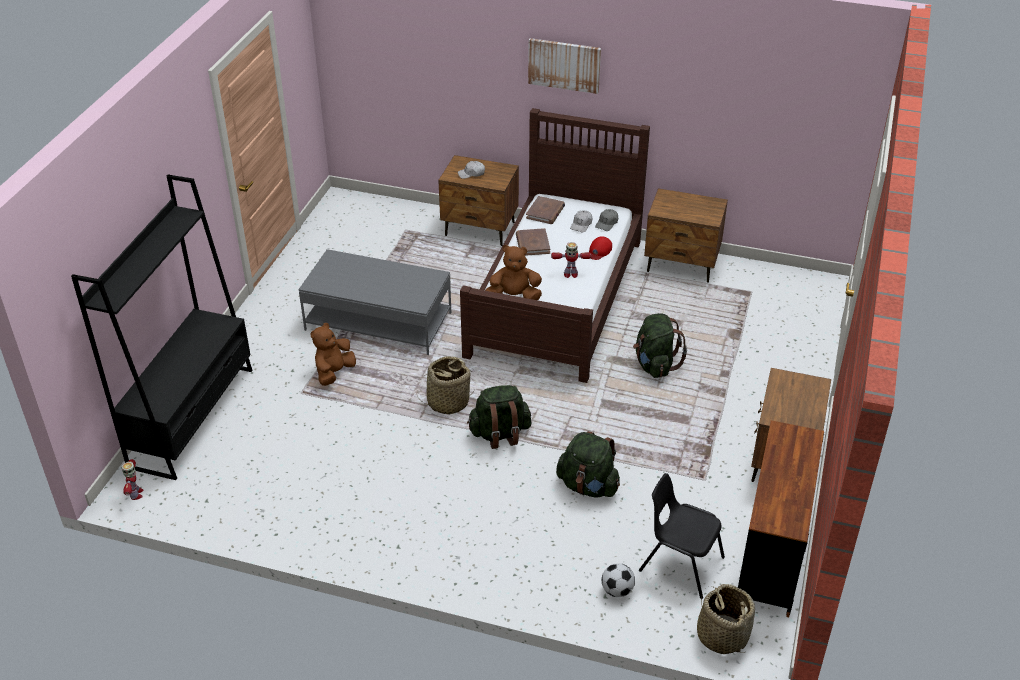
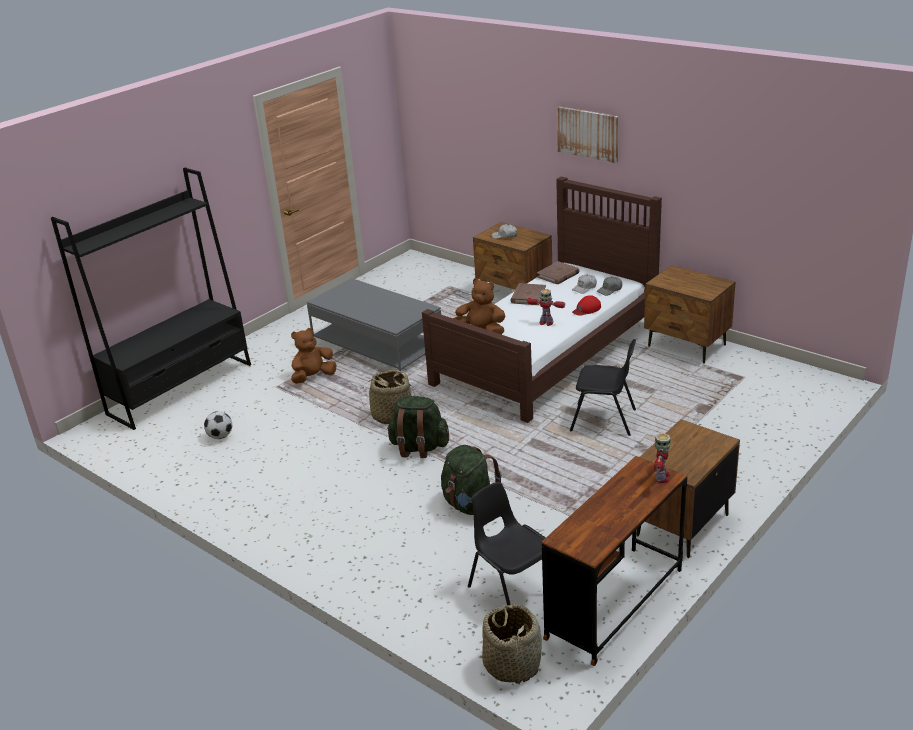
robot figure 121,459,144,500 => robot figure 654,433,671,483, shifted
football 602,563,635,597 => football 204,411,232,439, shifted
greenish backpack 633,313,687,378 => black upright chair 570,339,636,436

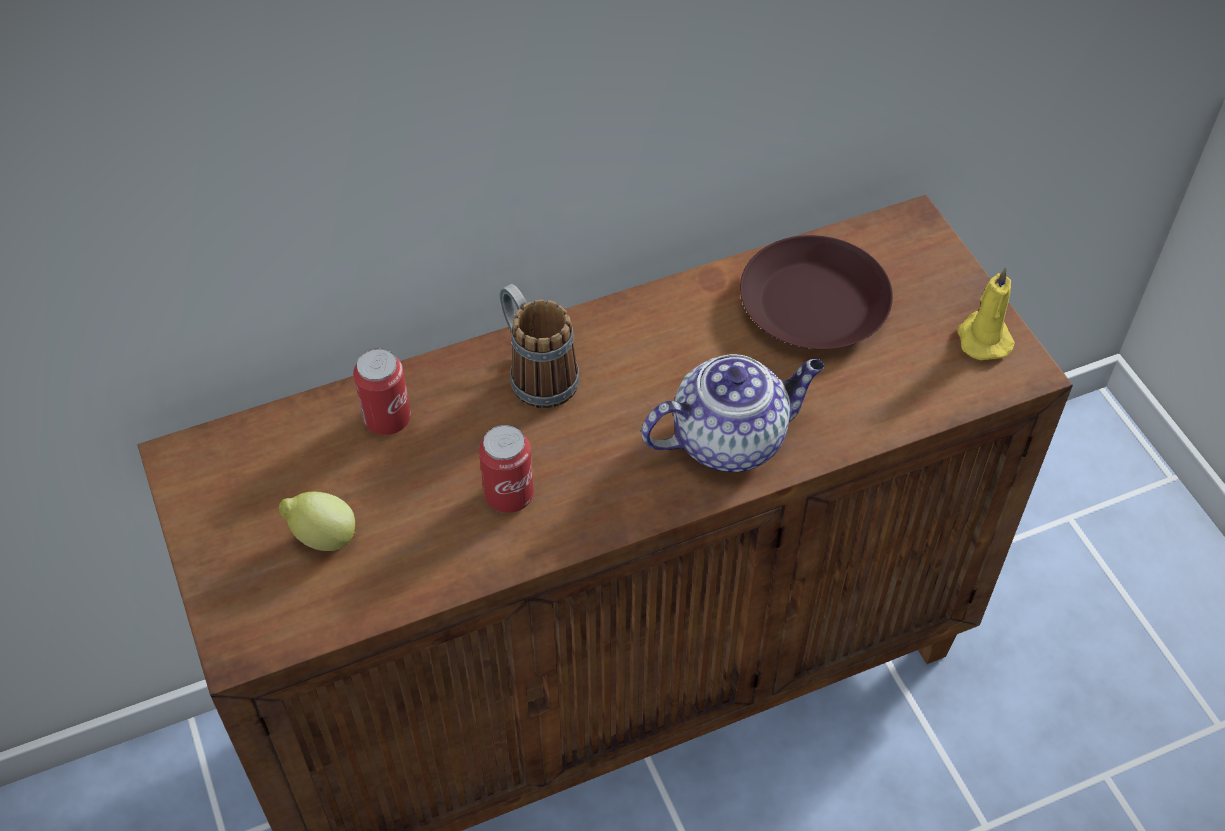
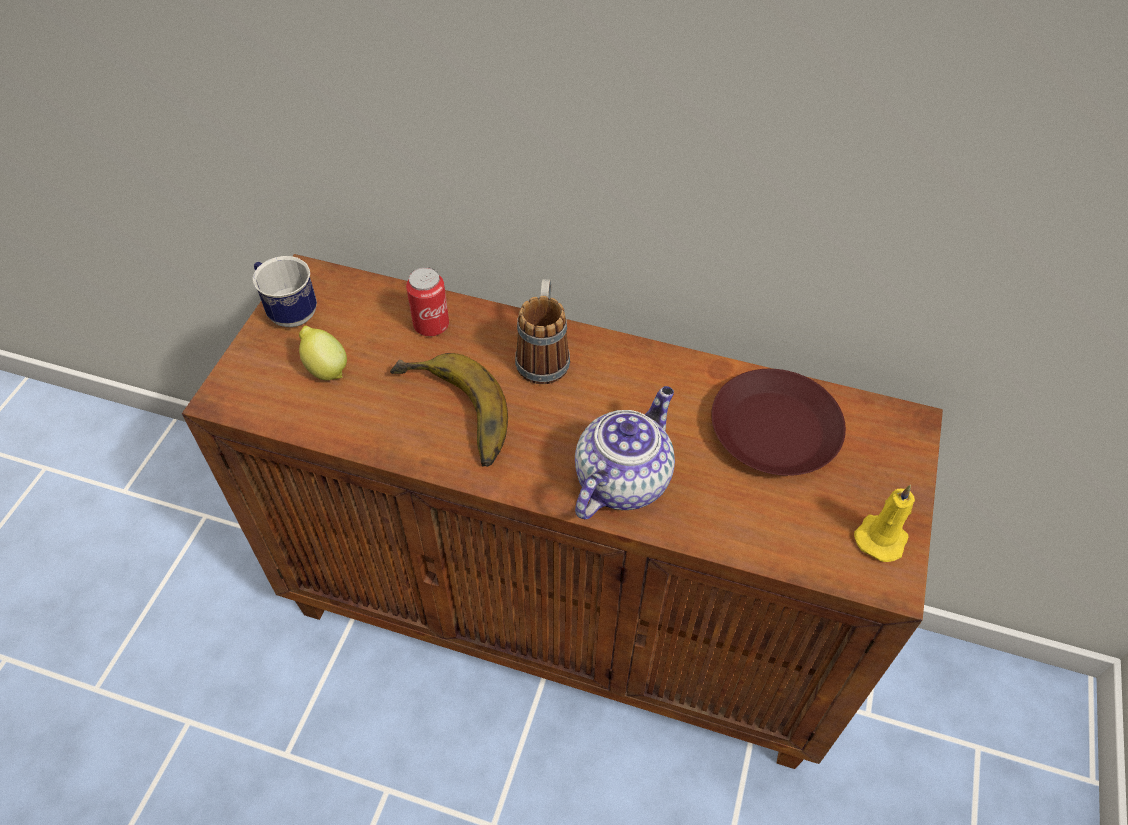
nothing => mug 252,256,317,327
metal can 479,425,534,513 => banana fruit 390,353,508,467
pot for tea 641,354,824,472 => pot for tea 575,386,675,519, 75 degrees counterclockwise

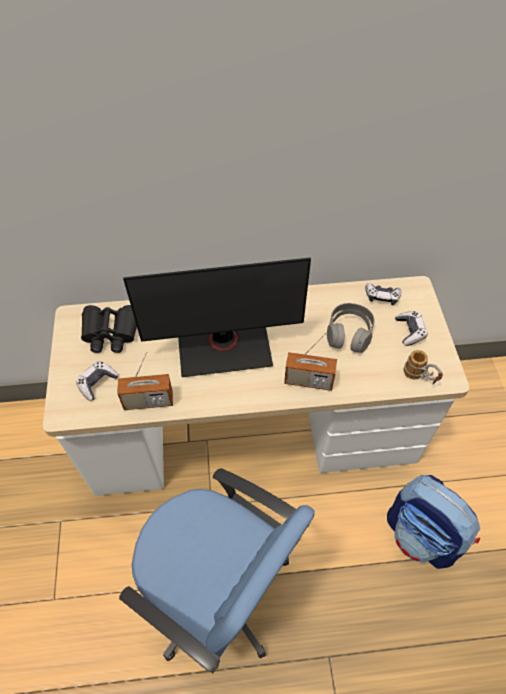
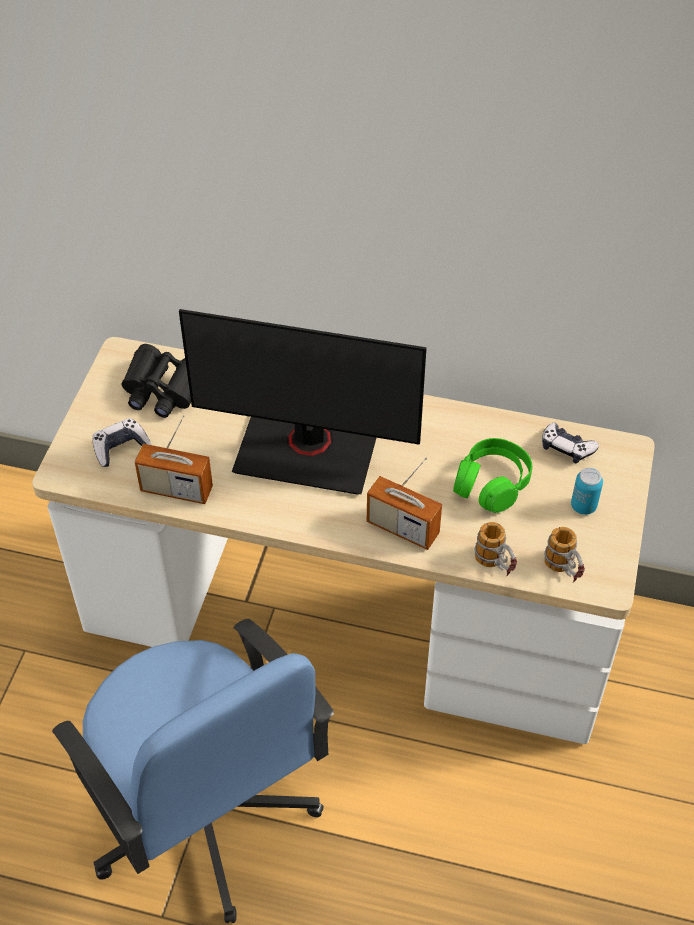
backpack 387,475,480,569 => nothing
nothing => mug 474,522,517,576
joypad 395,311,427,346 => metal can 571,468,603,515
grey headphones 327,303,375,353 => greenish headphones 453,438,532,513

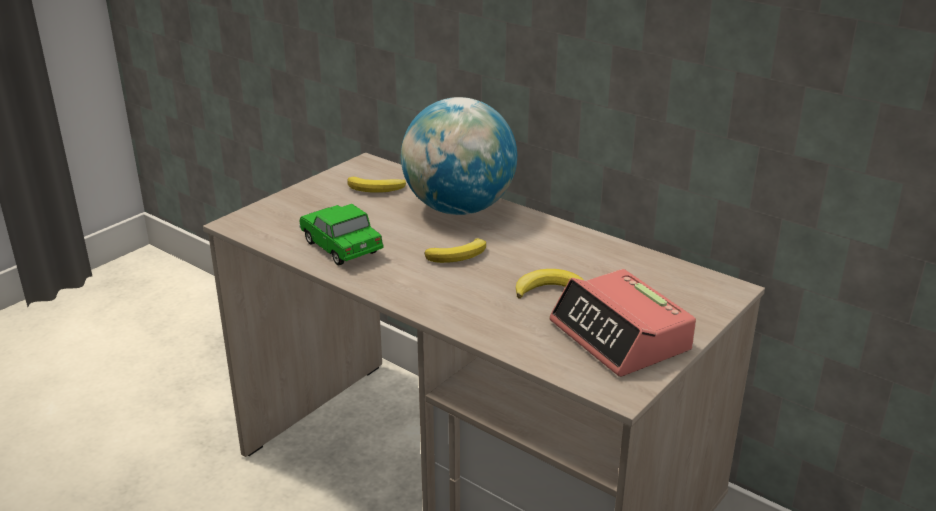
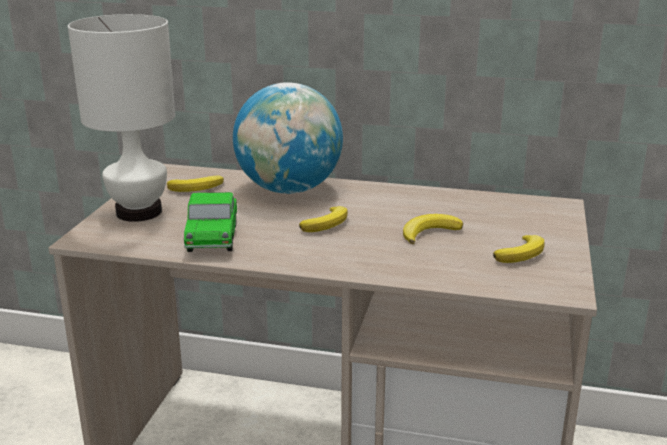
nothing => white-coloured tabletop lamp 68,14,175,222
bedside clock 549,269,696,377 => banana fruit 493,235,545,263
model car 299,204,384,265 => model car 184,192,237,252, 120 degrees counterclockwise

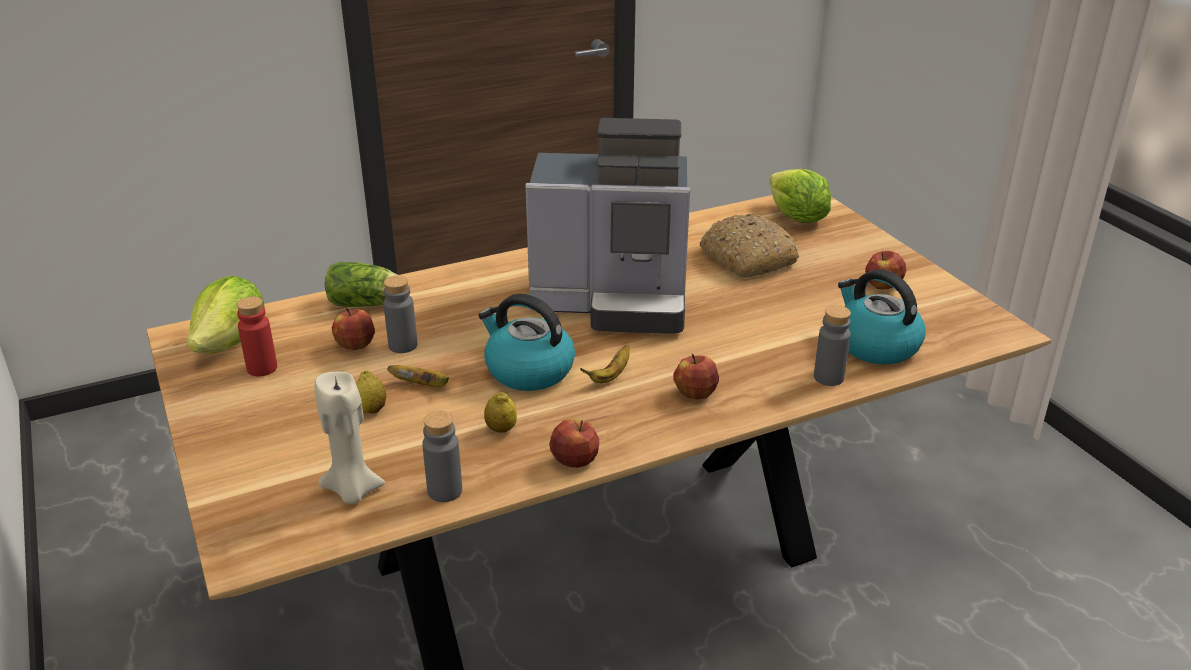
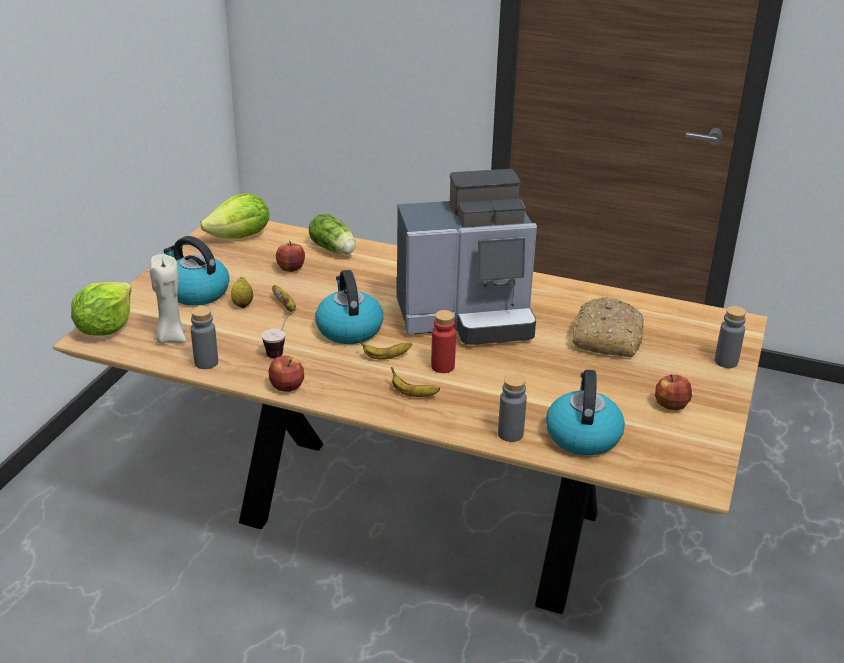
nothing => water kettle 163,236,230,306
red-coloured bottle 237,296,277,376 => red-coloured bottle 431,310,456,373, shifted
grey bottle 383,275,417,353 => grey bottle 715,306,746,368, shifted
head of lettuce 769,169,831,223 => head of lettuce 71,282,132,336, shifted
lemon 484,392,517,433 => drinking cup 261,309,296,358
apple fruit 673,354,719,400 => banana fruit 391,367,440,397
coffee maker 525,118,690,334 => coffee maker 397,169,537,345, 60 degrees counterclockwise

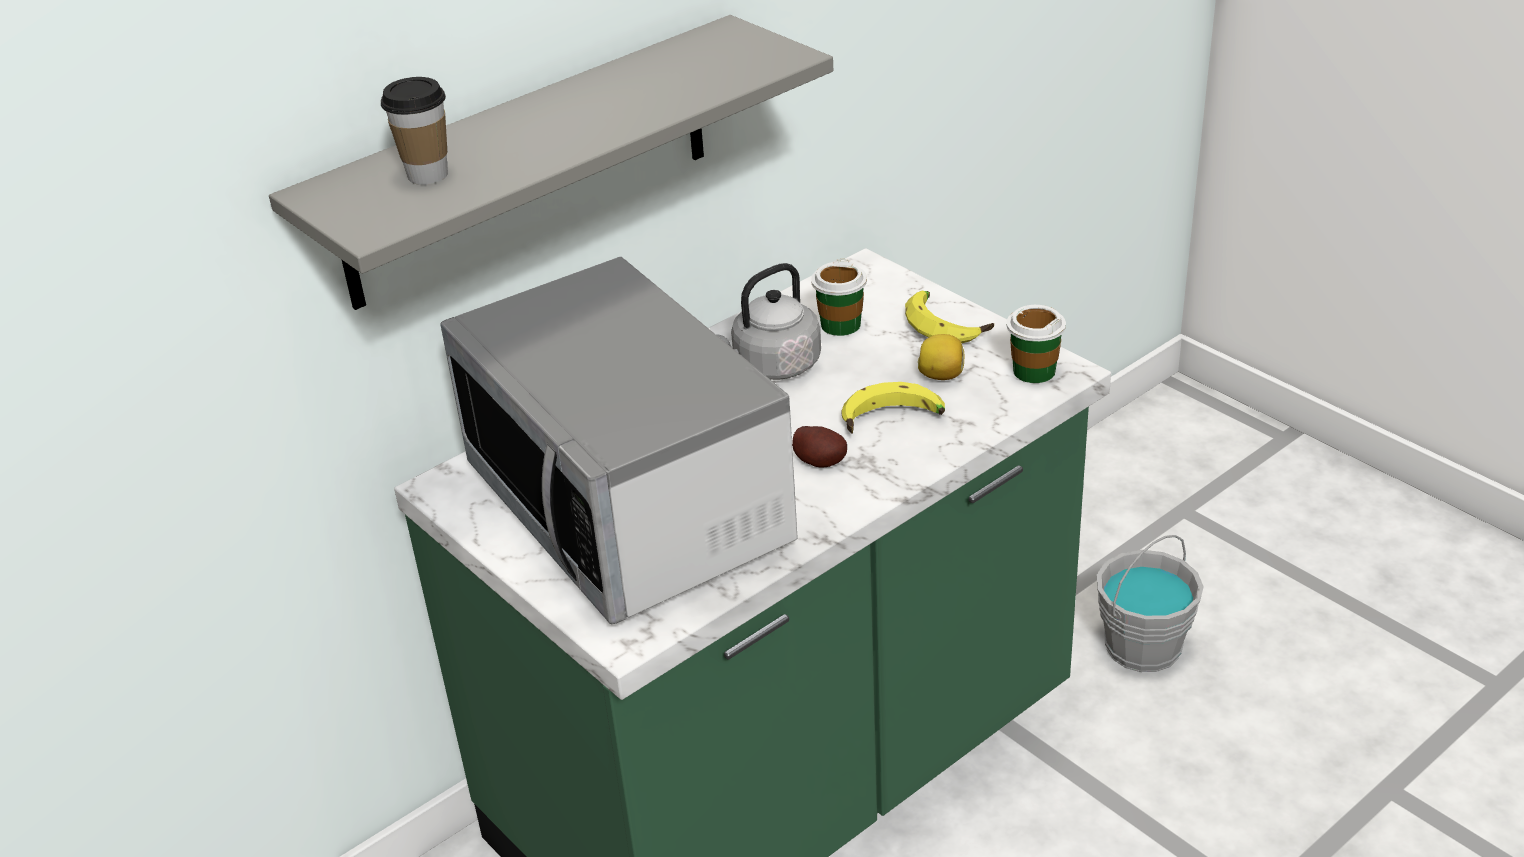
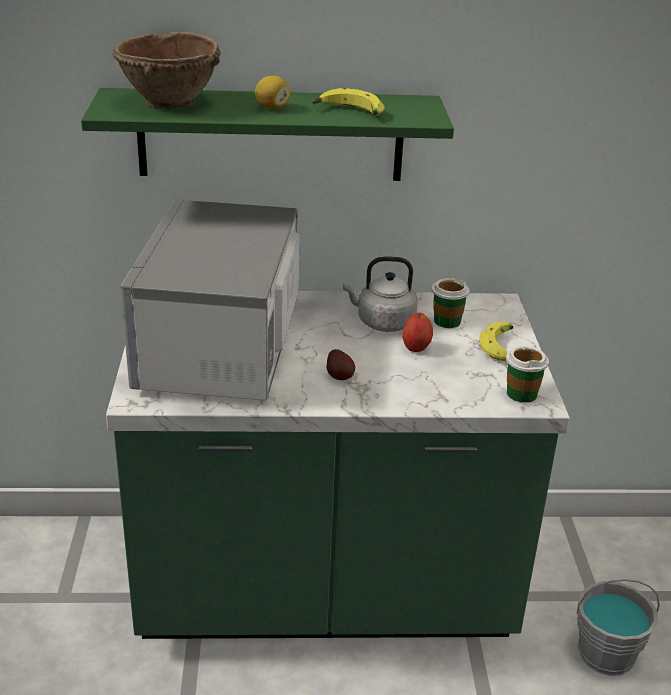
nothing => apple fruit 402,313,433,352
banana fruit 842,382,945,434 => banana fruit 312,88,385,116, shifted
lemon 918,334,964,380 => lemon 255,76,291,109, shifted
drinking cup 381,77,448,185 => brownish deep dish 112,32,221,109
grey shelf 269,15,833,310 => greenish shelf 81,88,454,181

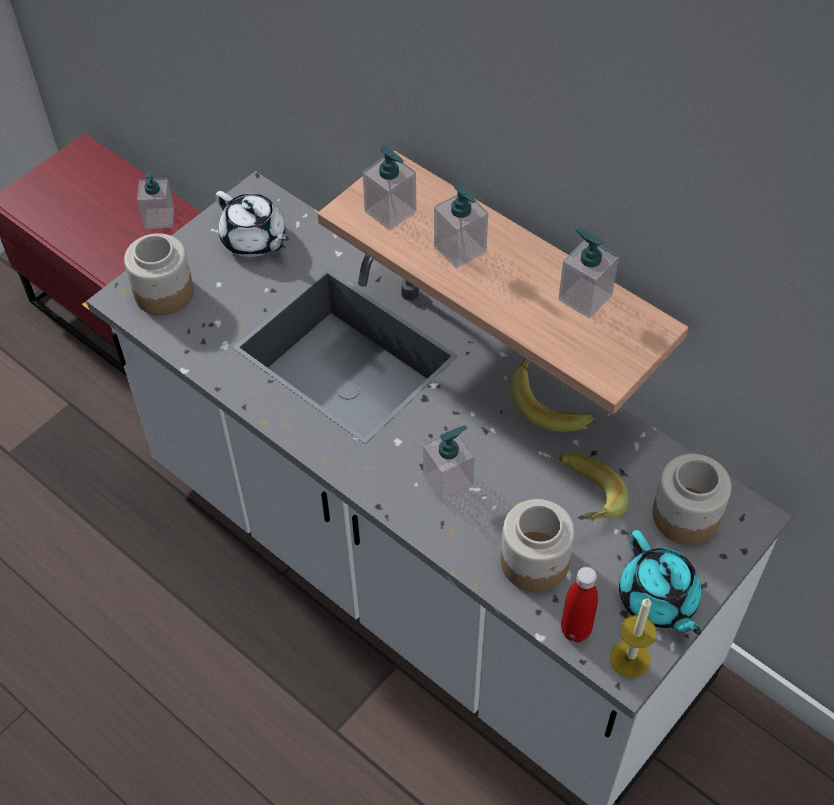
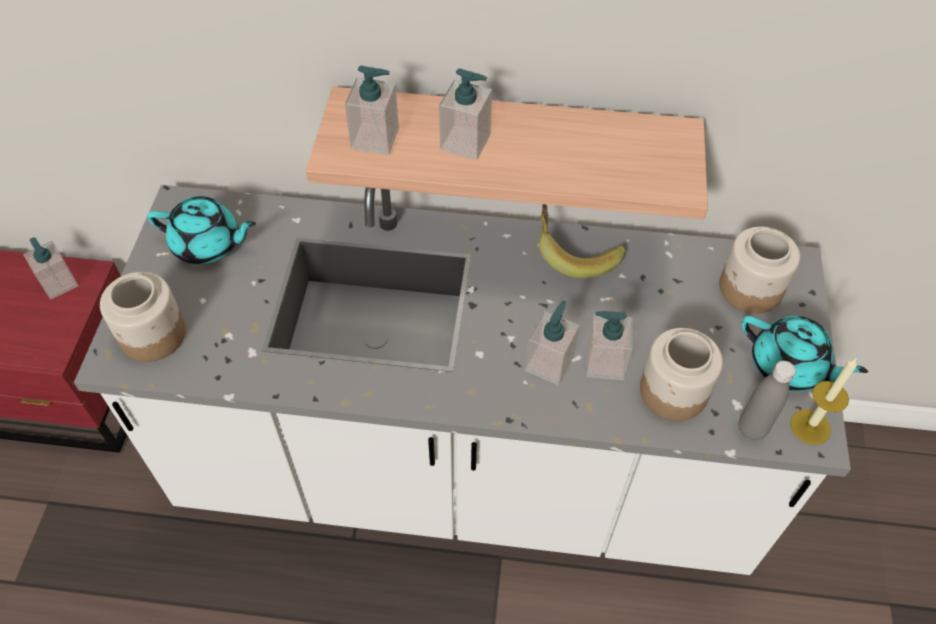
banana fruit 559,452,629,521 => nothing
soap dispenser 558,228,619,318 => soap dispenser 586,311,633,380, shifted
white-coloured pot for tea 215,191,289,257 => blue-green pot for tea 147,196,256,264
red-coloured bottle 561,567,598,642 => grey bottle 738,361,796,441

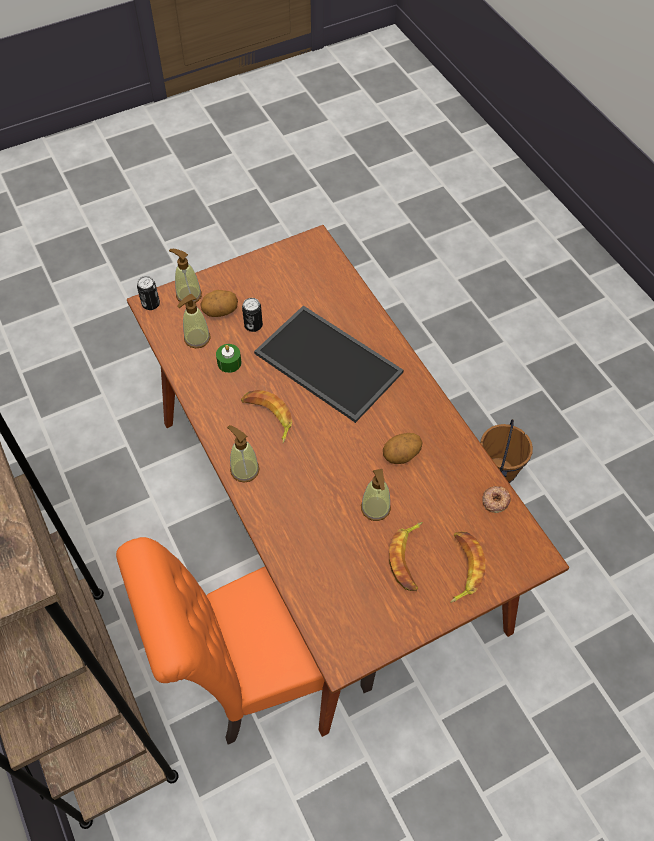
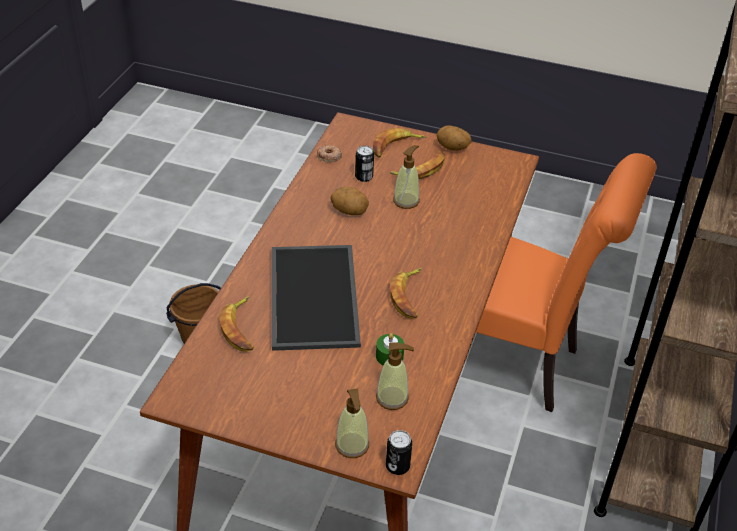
soap dispenser 227,425,260,483 => nothing
nothing => banana fruit 219,296,254,351
spud 201,290,238,317 => spud 437,125,472,151, shifted
metal can 242,298,263,332 => metal can 355,146,374,182, shifted

